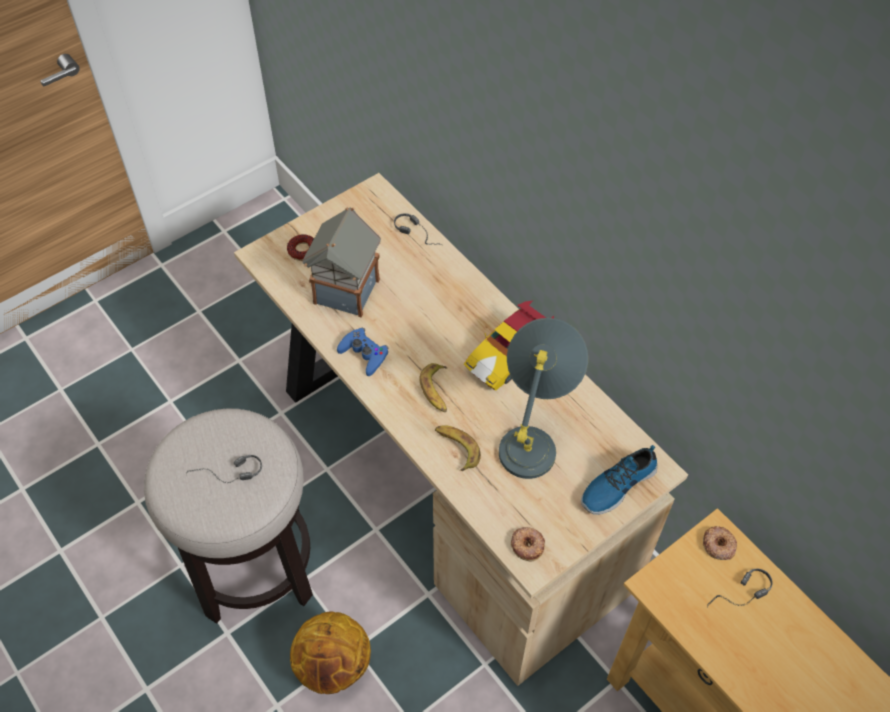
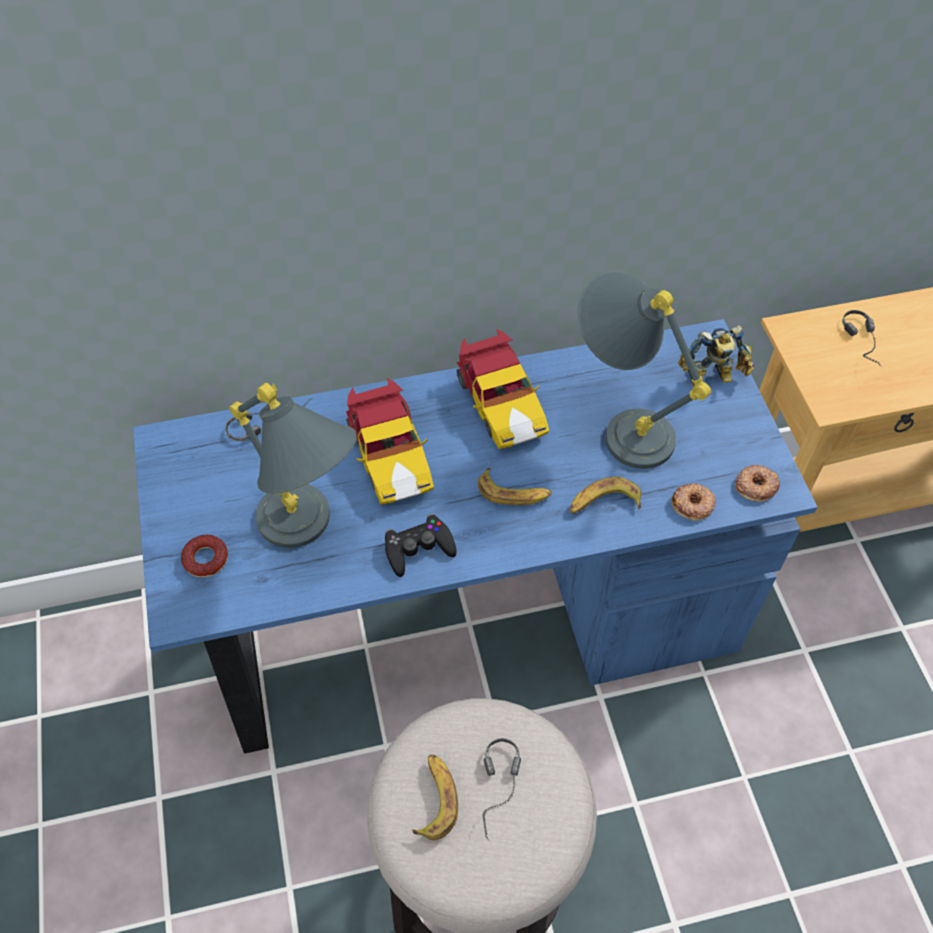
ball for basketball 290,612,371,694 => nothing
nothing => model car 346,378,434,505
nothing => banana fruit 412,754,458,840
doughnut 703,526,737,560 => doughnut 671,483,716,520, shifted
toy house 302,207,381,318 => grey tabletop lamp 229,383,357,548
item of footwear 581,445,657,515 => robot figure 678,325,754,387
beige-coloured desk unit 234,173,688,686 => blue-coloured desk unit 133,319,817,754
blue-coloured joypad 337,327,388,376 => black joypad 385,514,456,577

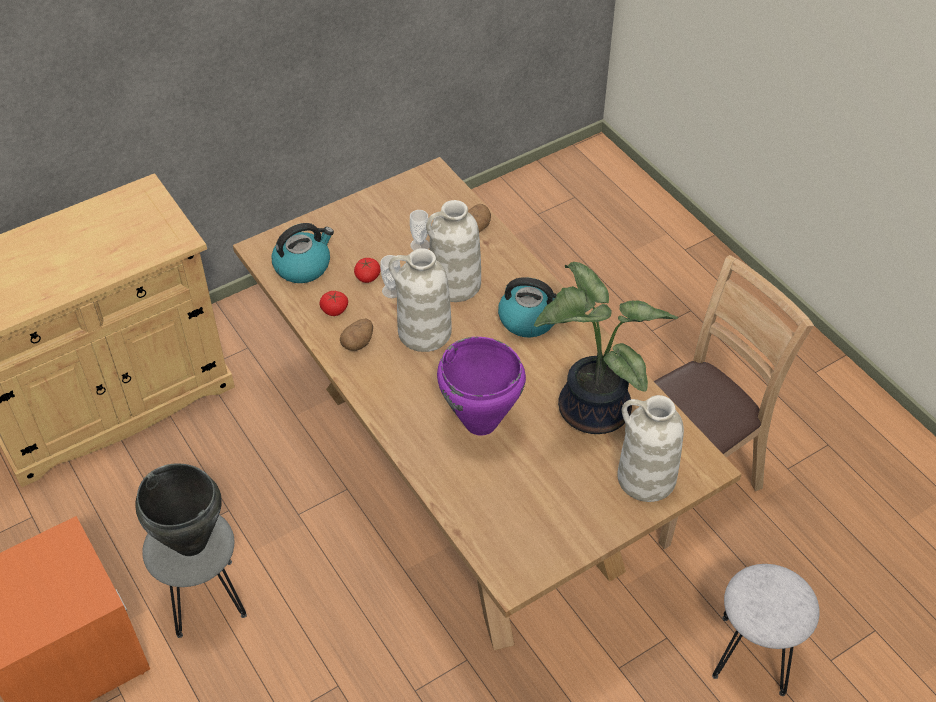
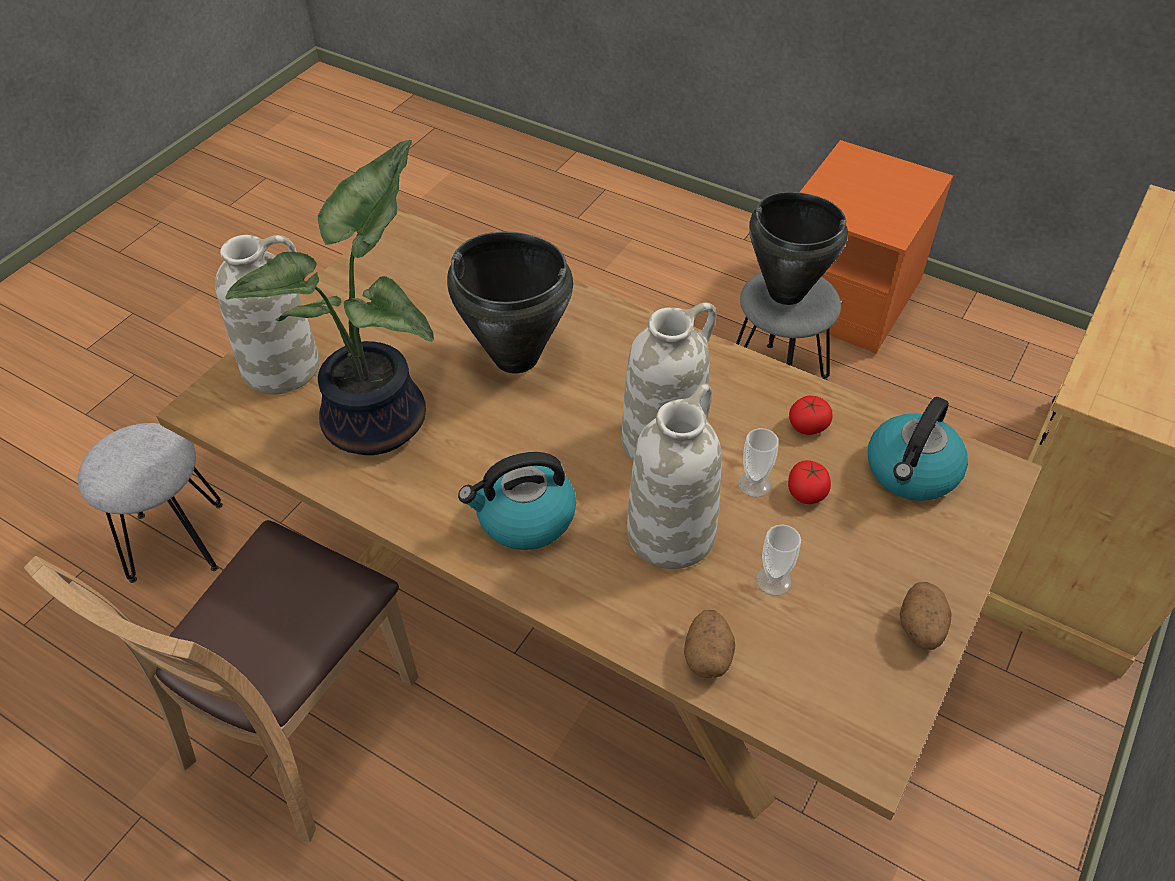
spud 340,318,373,351 => spud 900,582,952,650, shifted
purple-coloured stockpot 437,337,526,435 => black stockpot 447,232,573,374

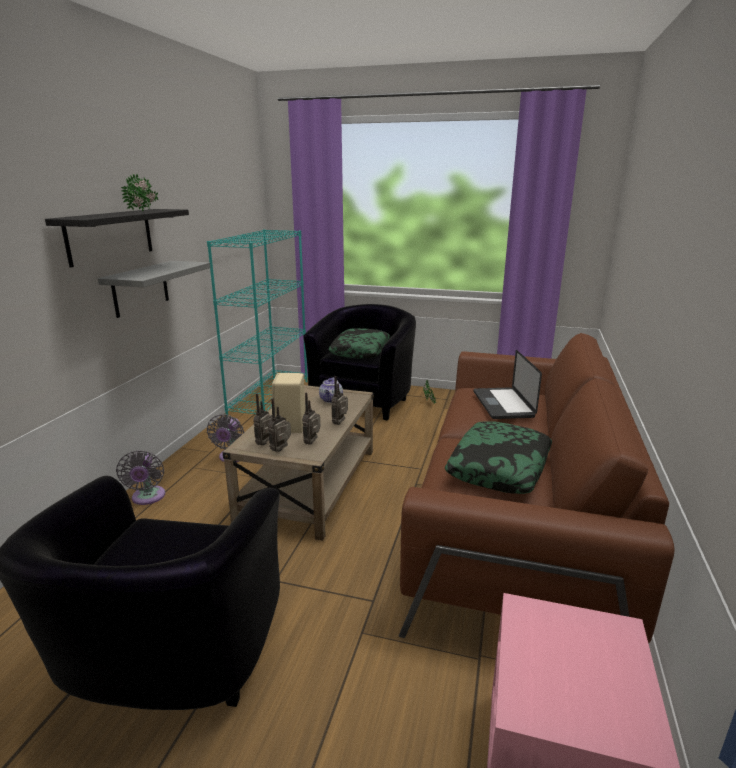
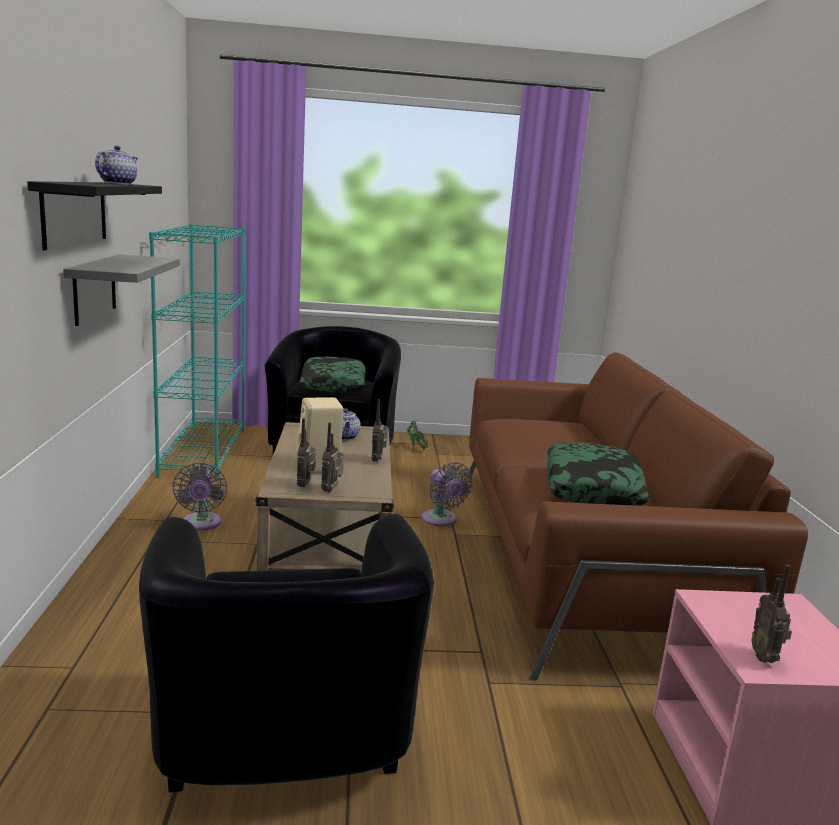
notebook computer 473,350,542,419 => nothing
grey electric fan 116,450,165,505 => grey electric fan 422,462,473,526, shifted
radio set 302,393,320,444 => radio set 752,565,792,663, shifted
potted plant 121,174,158,212 => pot for tea 95,146,138,185

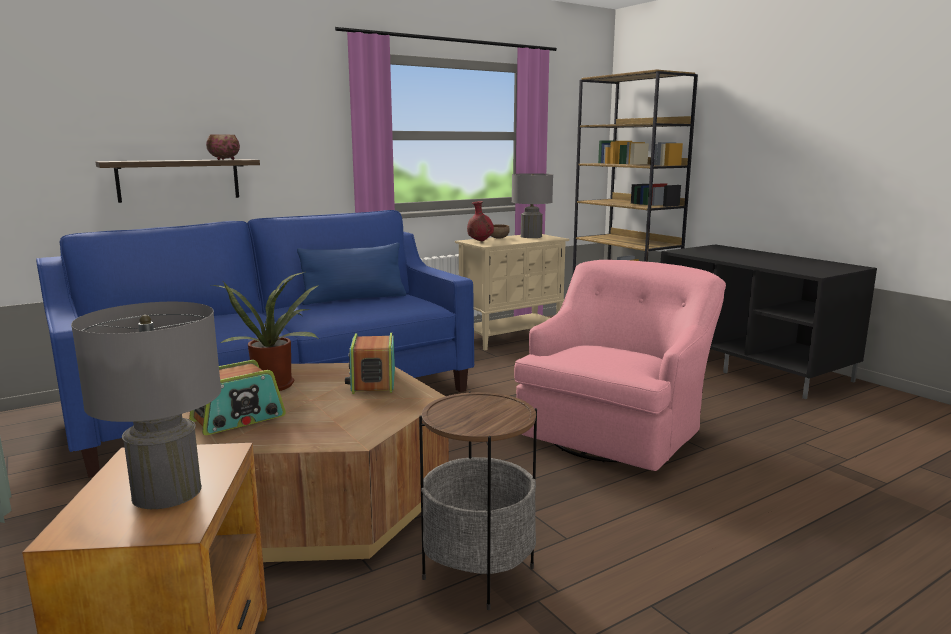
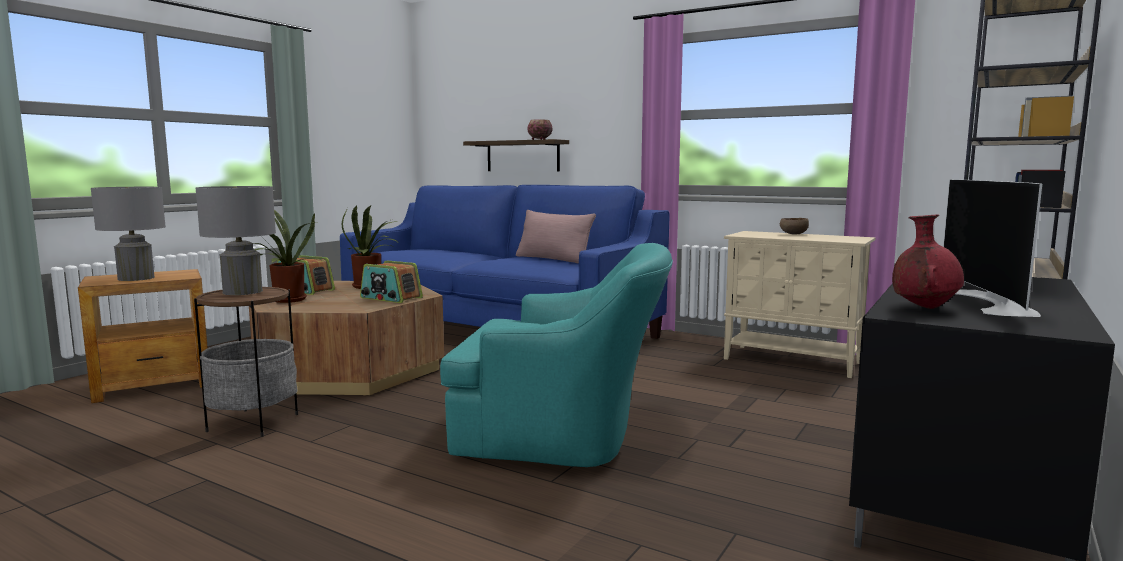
nothing => potted plant 253,210,323,303
nothing => television 943,179,1042,317
red-coloured vase 467,201,494,241 => red-coloured vase 892,214,964,309, shifted
grey tabletop lamp 512,173,553,238 => grey tabletop lamp 196,186,276,295, shifted
blue-coloured pillow 297,243,406,305 => pink pillow 516,210,596,264
pink easy chair 514,260,726,471 => blue-green easy chair 440,243,673,467
radio set 345,333,395,394 => radio set 360,260,423,303, 120 degrees counterclockwise

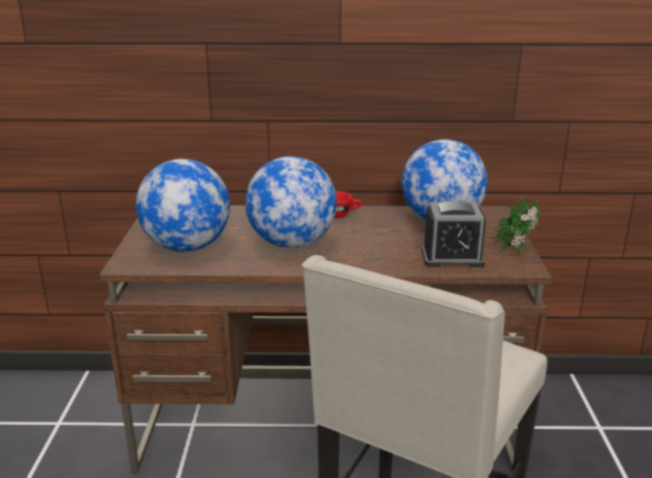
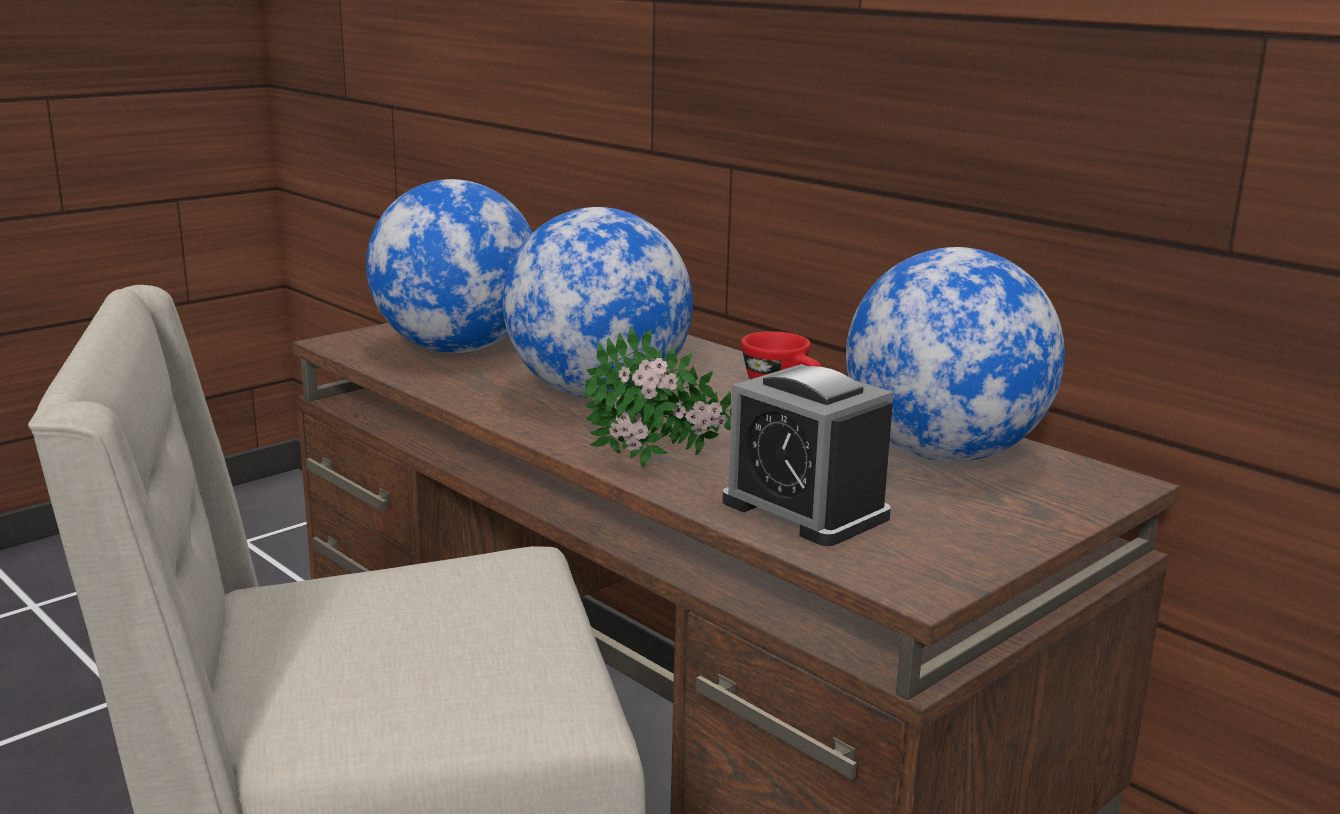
potted plant 495,196,540,253 => potted plant 584,326,732,468, shifted

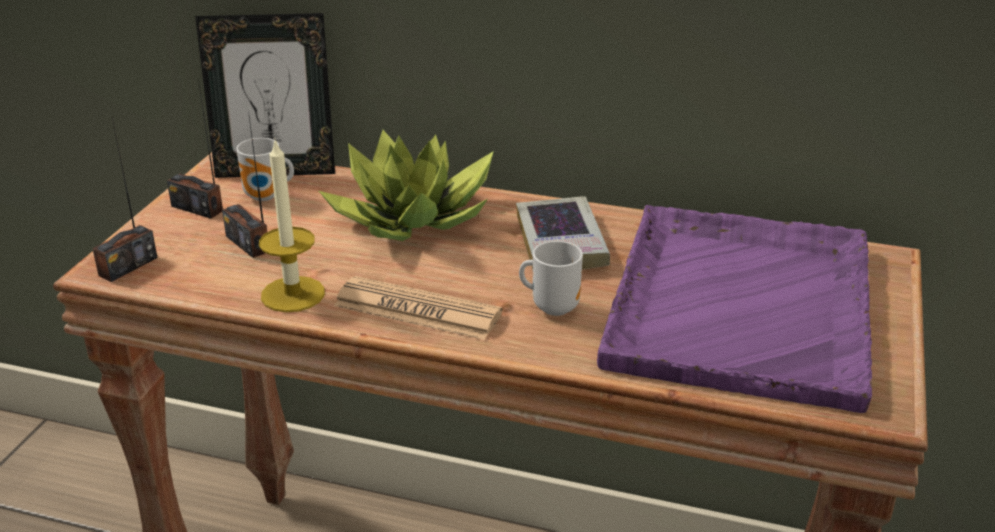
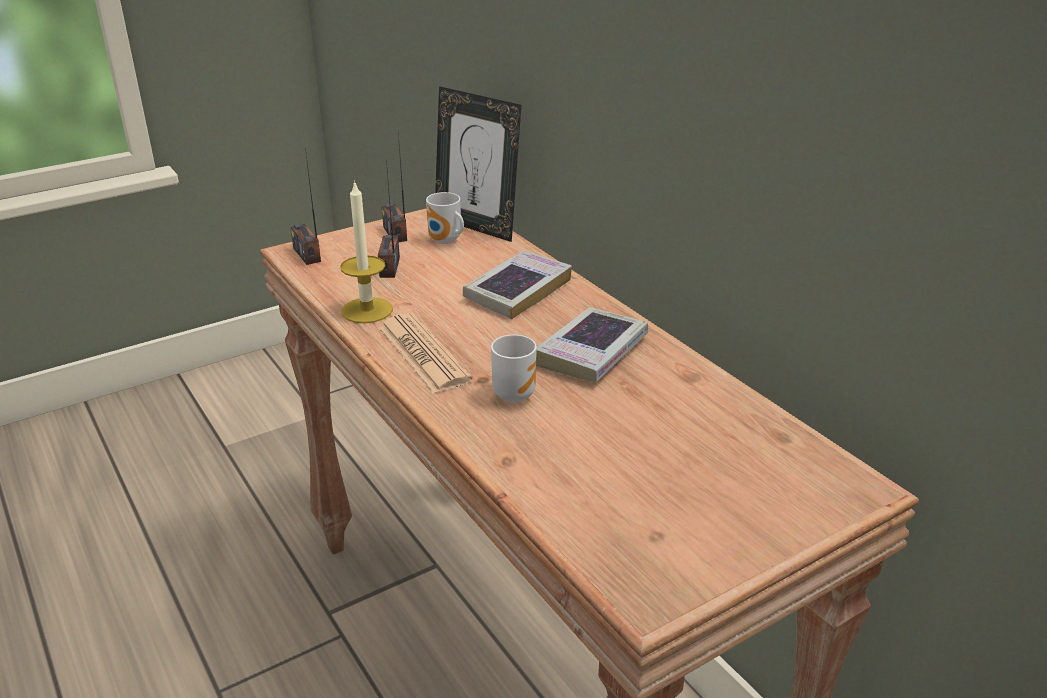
purple-coloured tray 597,205,872,413 => nothing
potted plant 319,130,494,241 => bound book 463,251,572,319
radio set 92,118,158,282 => radio set 290,148,321,265, 75 degrees clockwise

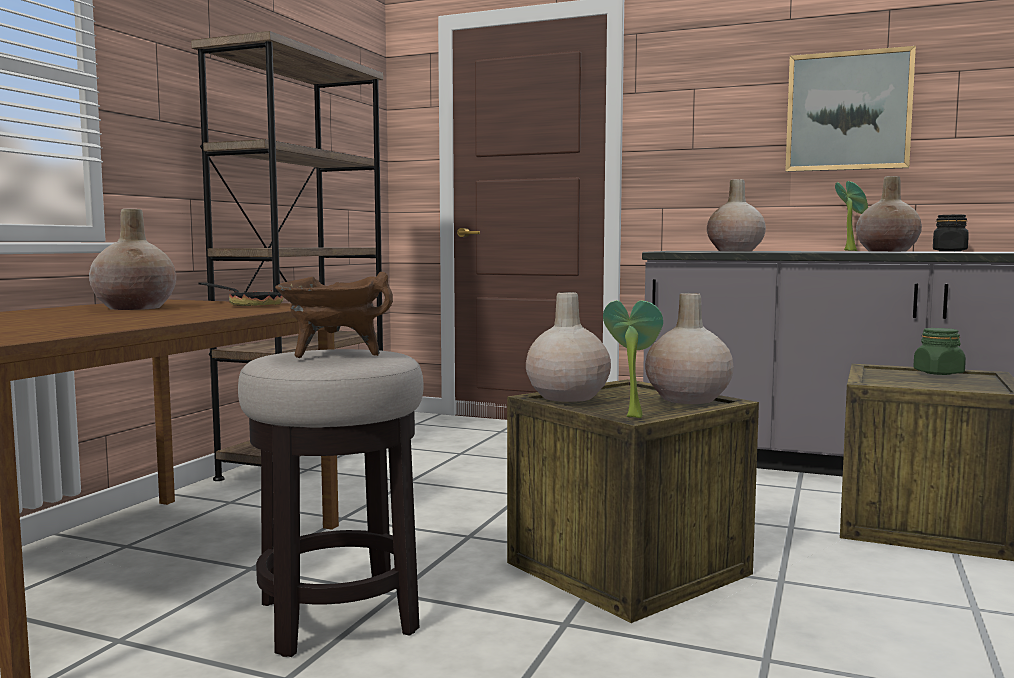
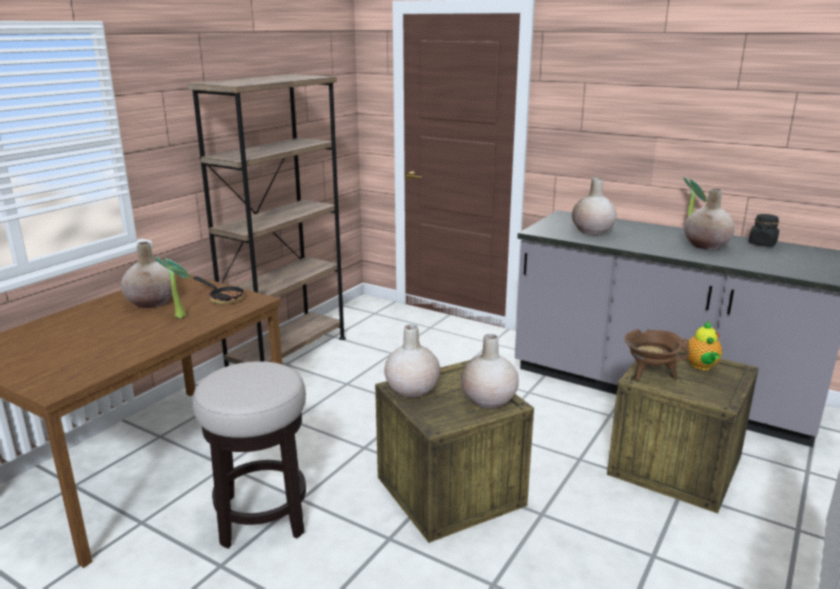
wall picture 785,46,916,172 => nothing
brownish stockpot 275,272,393,358 => brownish stockpot 625,329,690,381, shifted
potted plant 603,300,663,418 => potted plant 154,257,190,318, shifted
greenish jar 913,328,966,375 => pot for tea 685,321,722,370

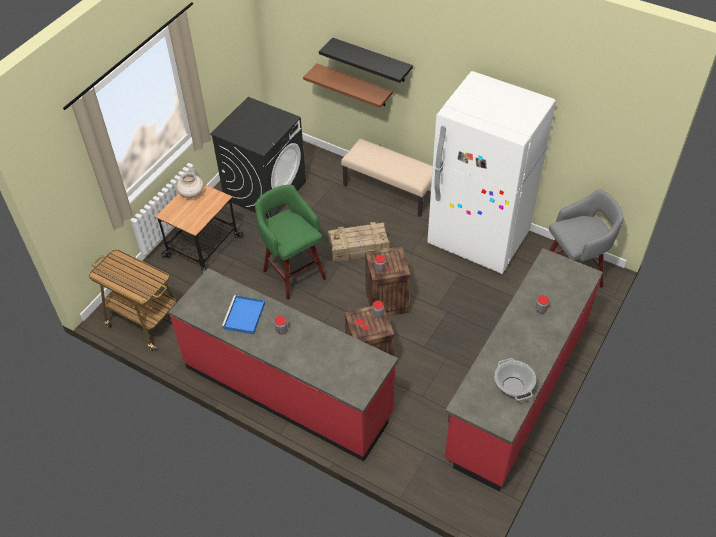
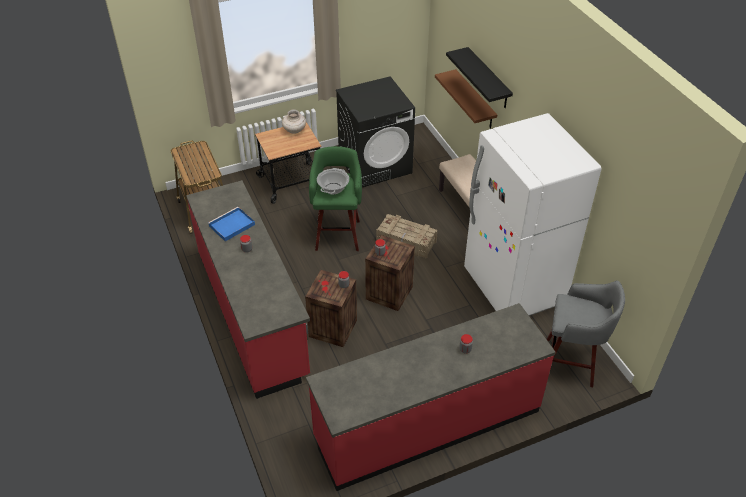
stockpot 494,358,536,401 => stockpot 317,168,349,195, shifted

